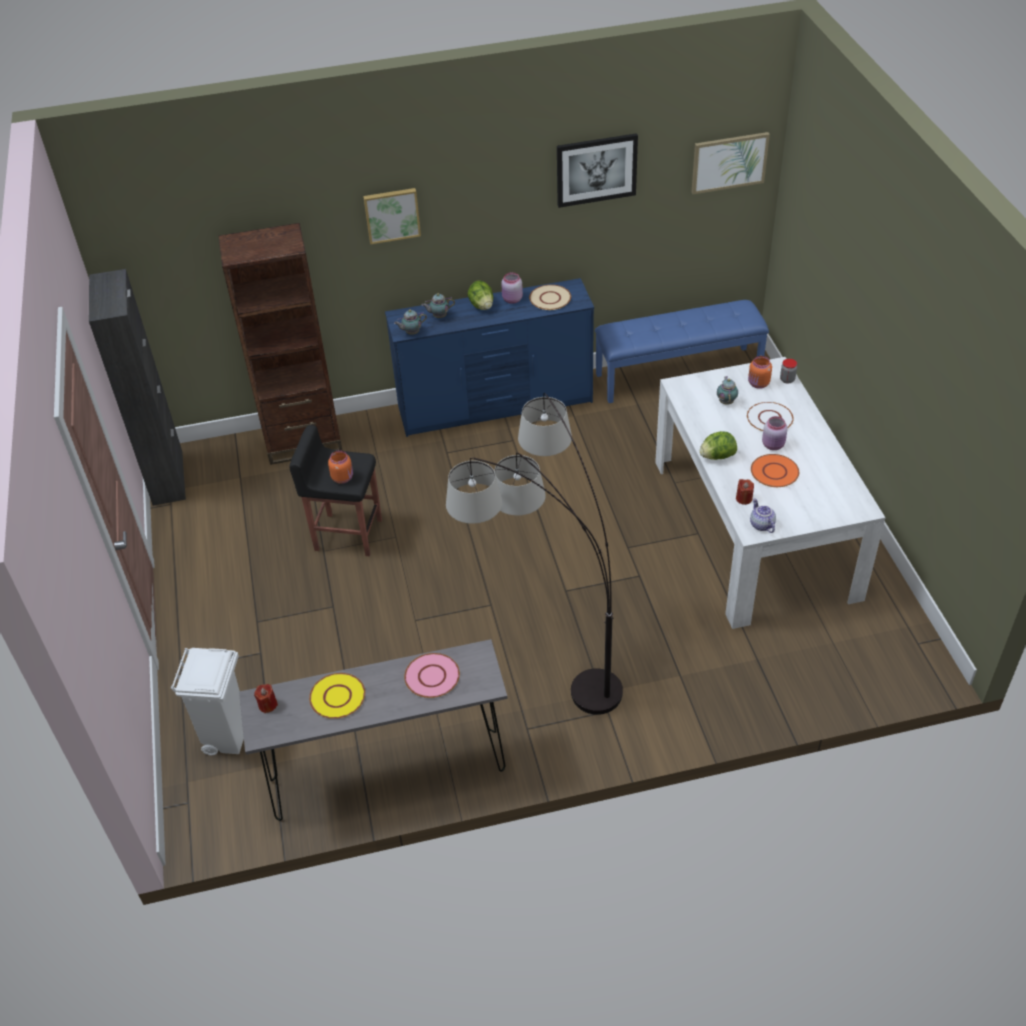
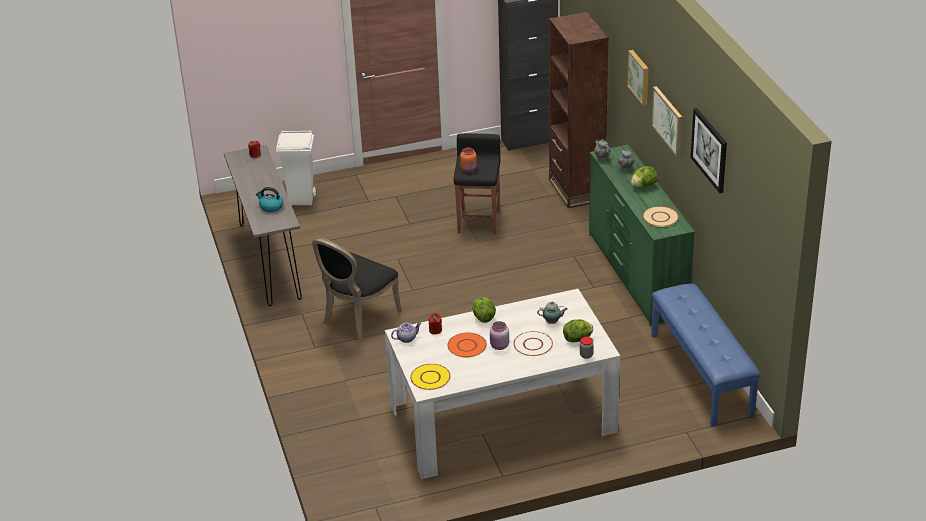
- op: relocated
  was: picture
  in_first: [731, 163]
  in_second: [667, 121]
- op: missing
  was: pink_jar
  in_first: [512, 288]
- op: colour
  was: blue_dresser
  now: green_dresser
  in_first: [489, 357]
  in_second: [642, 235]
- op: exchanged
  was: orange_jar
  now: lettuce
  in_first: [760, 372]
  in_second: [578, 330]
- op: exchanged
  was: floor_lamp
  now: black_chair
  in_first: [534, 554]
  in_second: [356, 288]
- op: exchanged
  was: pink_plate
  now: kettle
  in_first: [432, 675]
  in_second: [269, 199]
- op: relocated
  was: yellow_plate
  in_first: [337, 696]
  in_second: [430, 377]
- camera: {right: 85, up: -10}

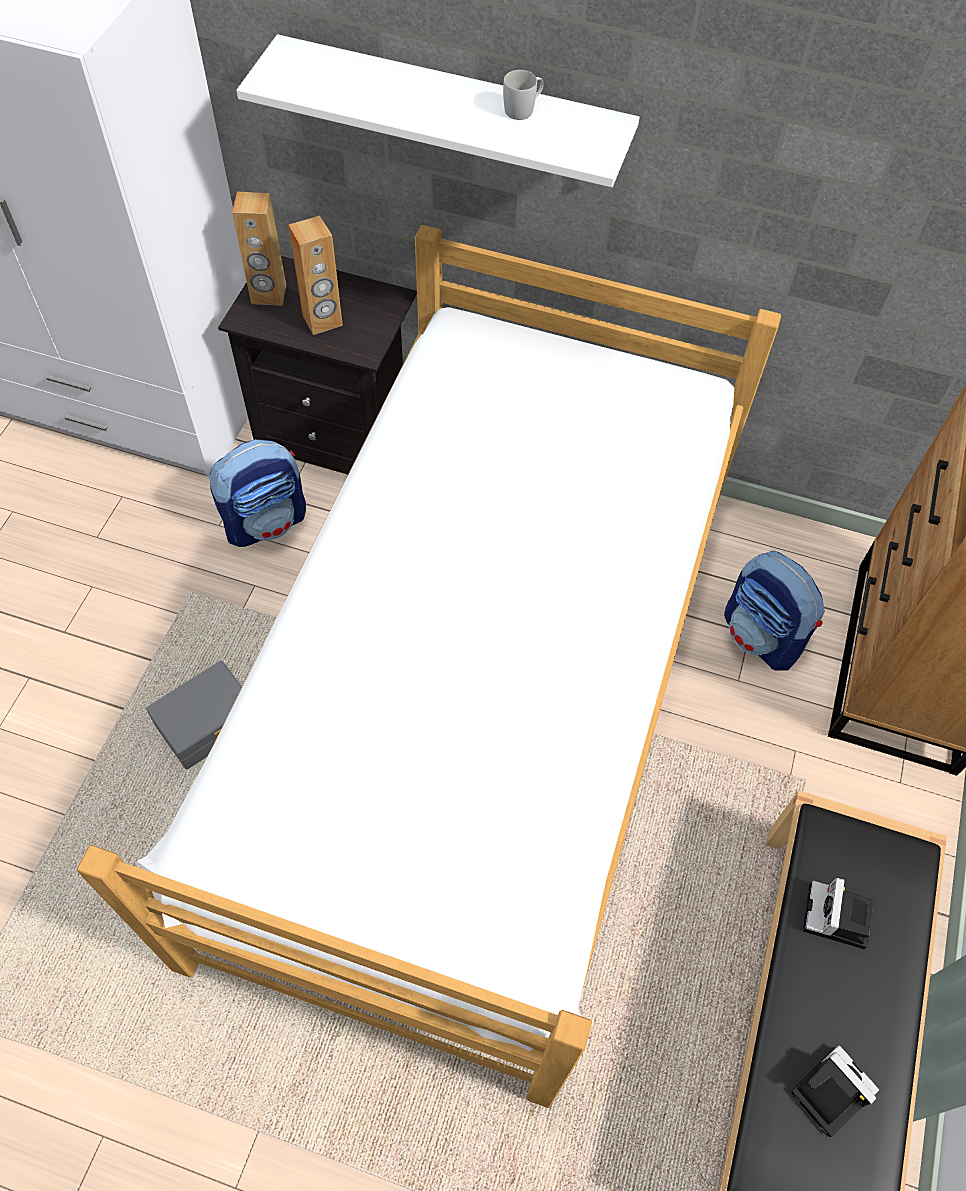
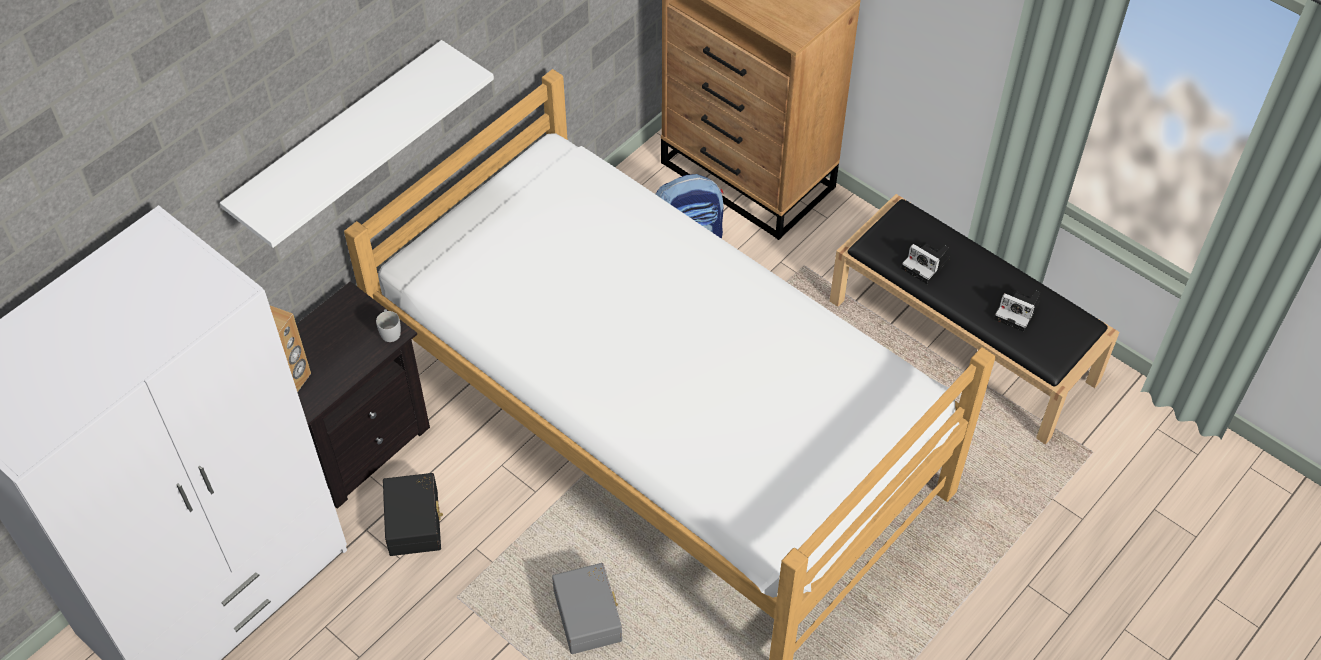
- op: relocated
  was: white_mug
  in_first: [523, 95]
  in_second: [388, 325]
- op: missing
  was: brown_speaker
  in_first: [315, 275]
- op: exchanged
  was: backpack
  now: black_storage_box
  in_first: [258, 493]
  in_second: [413, 514]
- op: spun
  was: photo_camera
  in_first: [834, 1091]
  in_second: [1017, 310]
  clockwise: -135
- camera: {right: -65, up: -5}

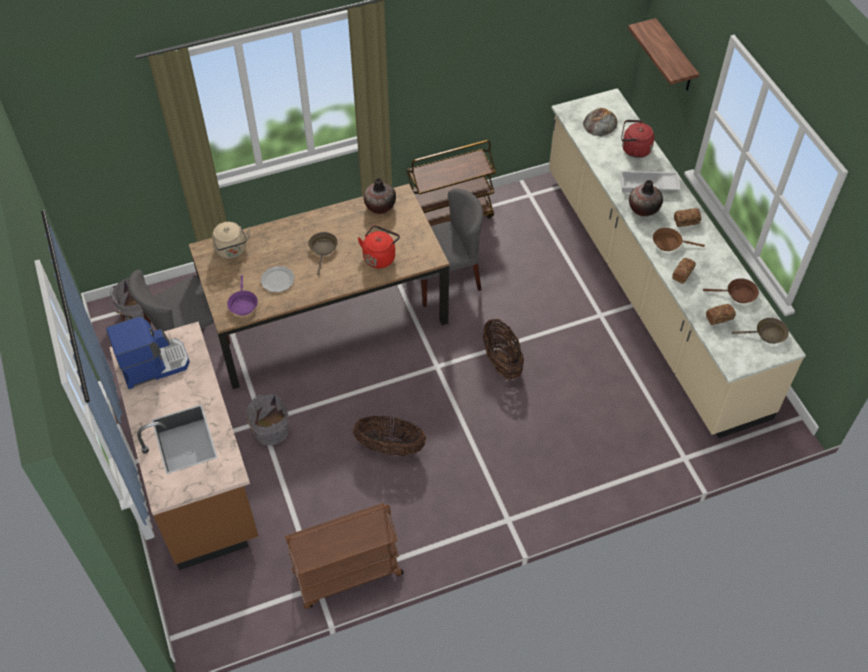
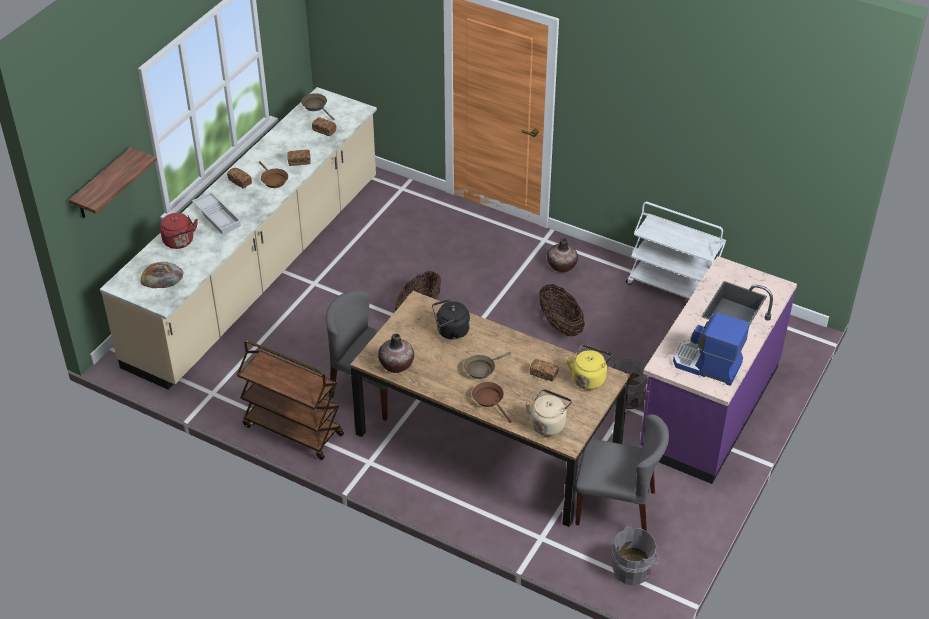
- op: relocated
  was: vase
  in_first: [646, 198]
  in_second: [562, 255]
- op: colour
  was: red_kettle
  now: black_kettle
  in_first: [379, 246]
  in_second: [451, 319]
- op: exchanged
  was: plate
  now: bread
  in_first: [278, 279]
  in_second: [544, 370]
- op: exchanged
  was: purple_frying_pan
  now: yellow_kettle
  in_first: [242, 295]
  in_second: [589, 367]
- op: relocated
  was: brown_frying_pan
  in_first: [731, 290]
  in_second: [492, 402]
- op: colour
  was: brown_counter
  now: purple_counter
  in_first: [183, 446]
  in_second: [718, 370]
- op: colour
  was: brown_cart
  now: white_cart
  in_first: [344, 556]
  in_second: [676, 250]
- camera: {right: -130, up: -10}

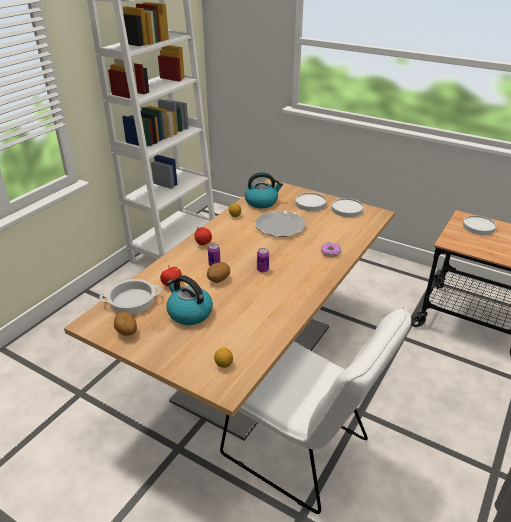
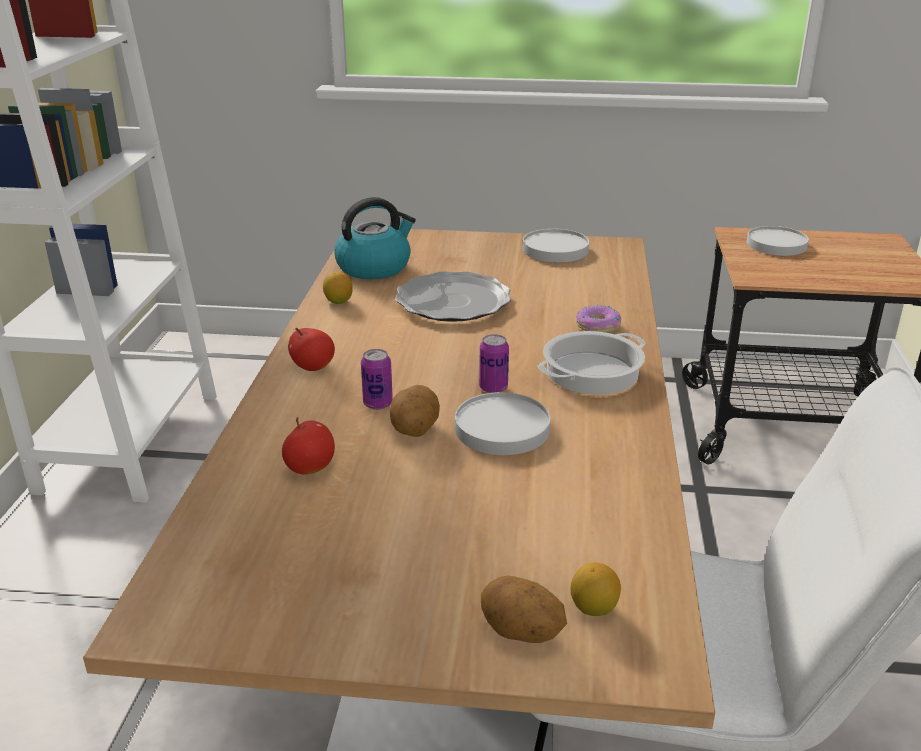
- op: relocated
  was: white_plate
  in_first: [310, 202]
  in_second: [502, 423]
- op: missing
  was: kettle
  in_first: [189, 300]
- op: relocated
  was: cooking_pot
  in_first: [130, 296]
  in_second: [592, 363]
- op: relocated
  was: potato
  in_first: [125, 324]
  in_second: [524, 609]
- camera: {right: -25, up: -5}

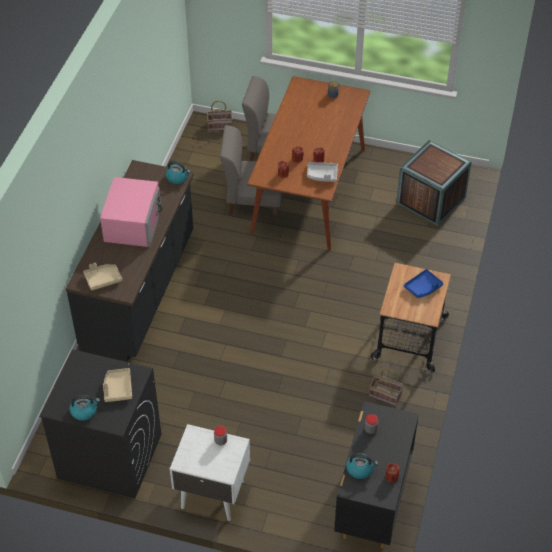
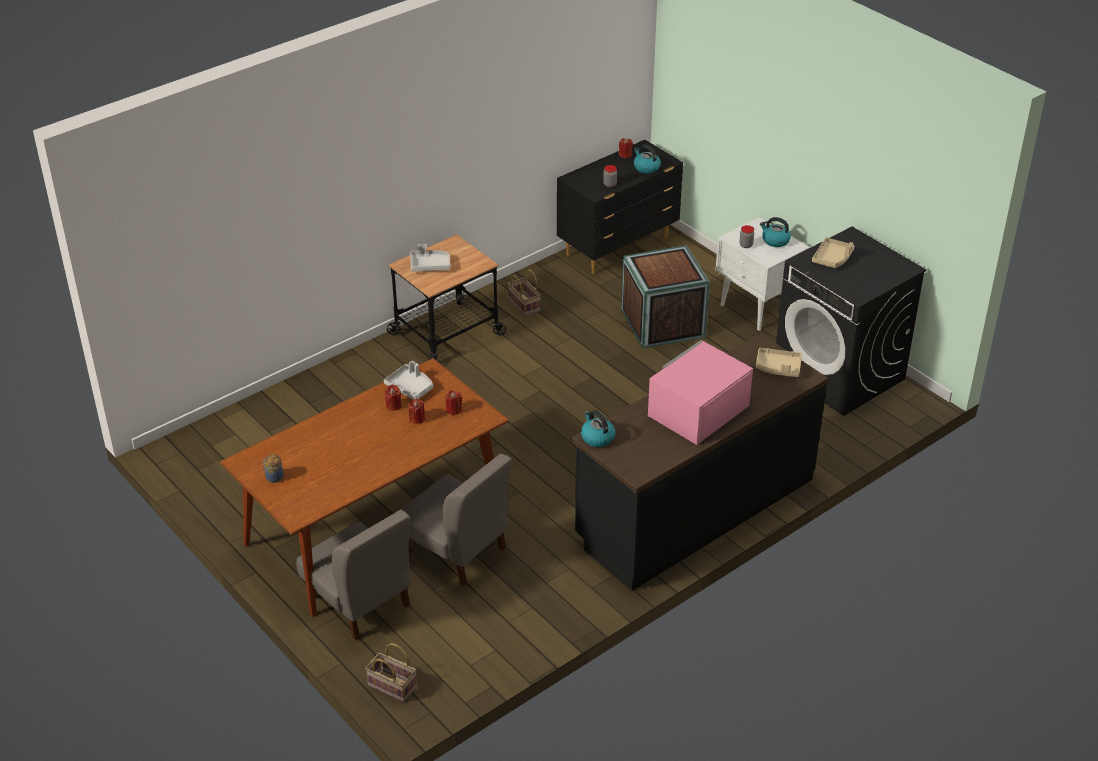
- op: relocated
  was: crate
  in_first: [434, 183]
  in_second: [665, 297]
- op: colour
  was: blue_tray
  now: grey_tray
  in_first: [423, 283]
  in_second: [430, 258]
- op: relocated
  was: kettle
  in_first: [85, 408]
  in_second: [775, 232]
- camera: {right: -145, up: -10}

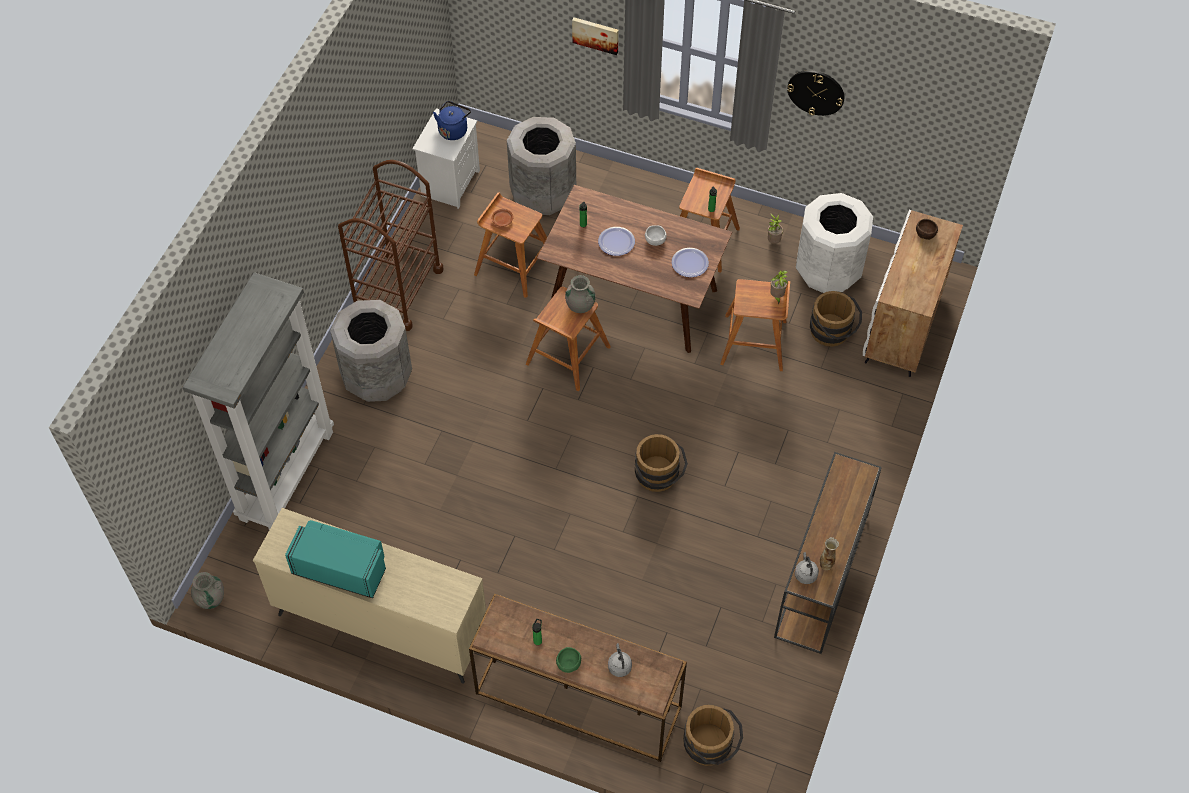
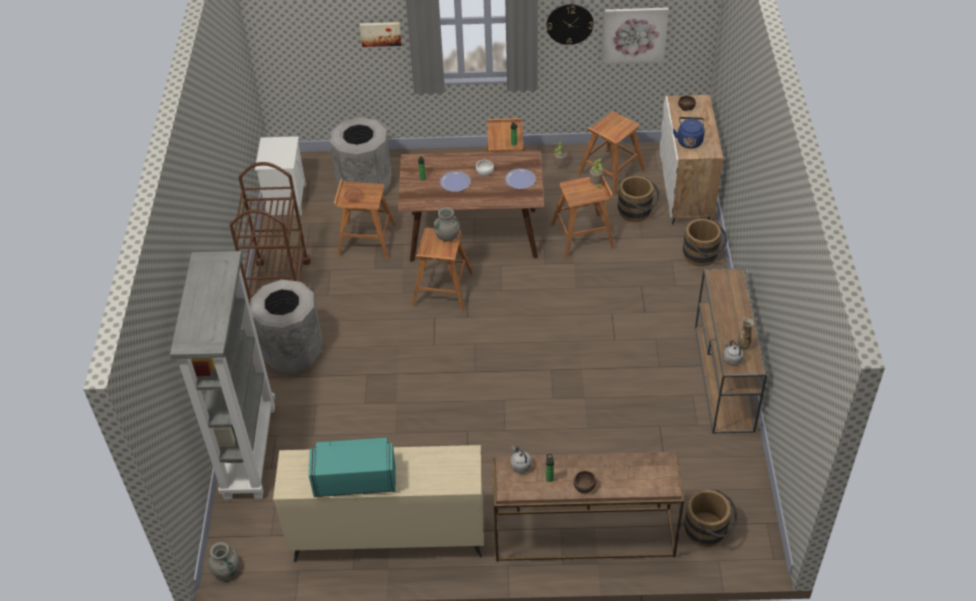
- op: relocated
  was: blue_kettle
  in_first: [452, 120]
  in_second: [688, 133]
- op: exchanged
  was: white_trash_can
  now: brown_stool
  in_first: [834, 243]
  in_second: [611, 153]
- op: relocated
  was: brown_bucket
  in_first: [661, 463]
  in_second: [705, 243]
- op: relocated
  was: grey_kettle
  in_first: [620, 660]
  in_second: [521, 459]
- op: colour
  was: green_bowl
  now: brown_bowl
  in_first: [568, 660]
  in_second: [585, 482]
- op: appeared
  now: picture
  in_second: [636, 35]
- camera: {right: -20, up: -10}

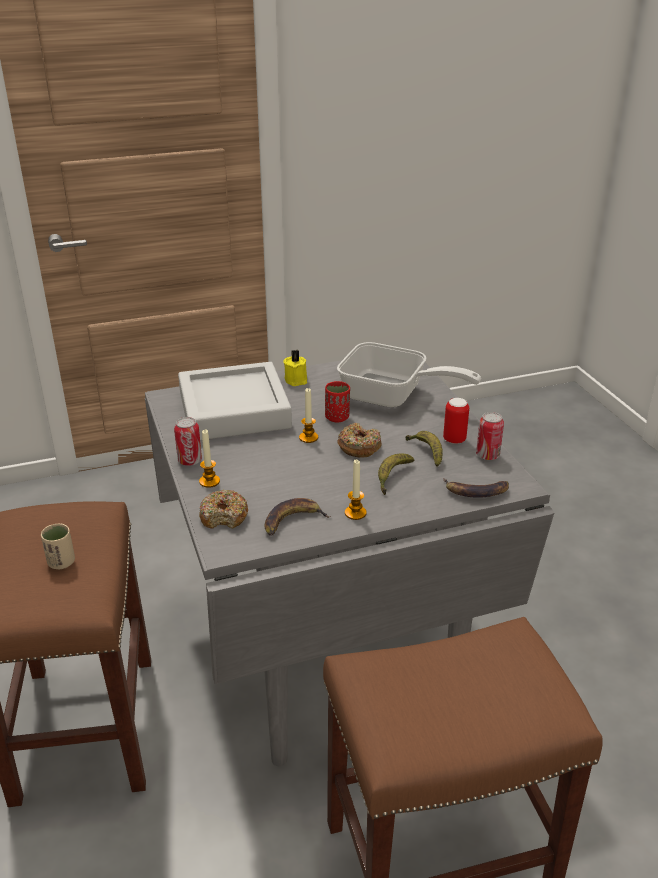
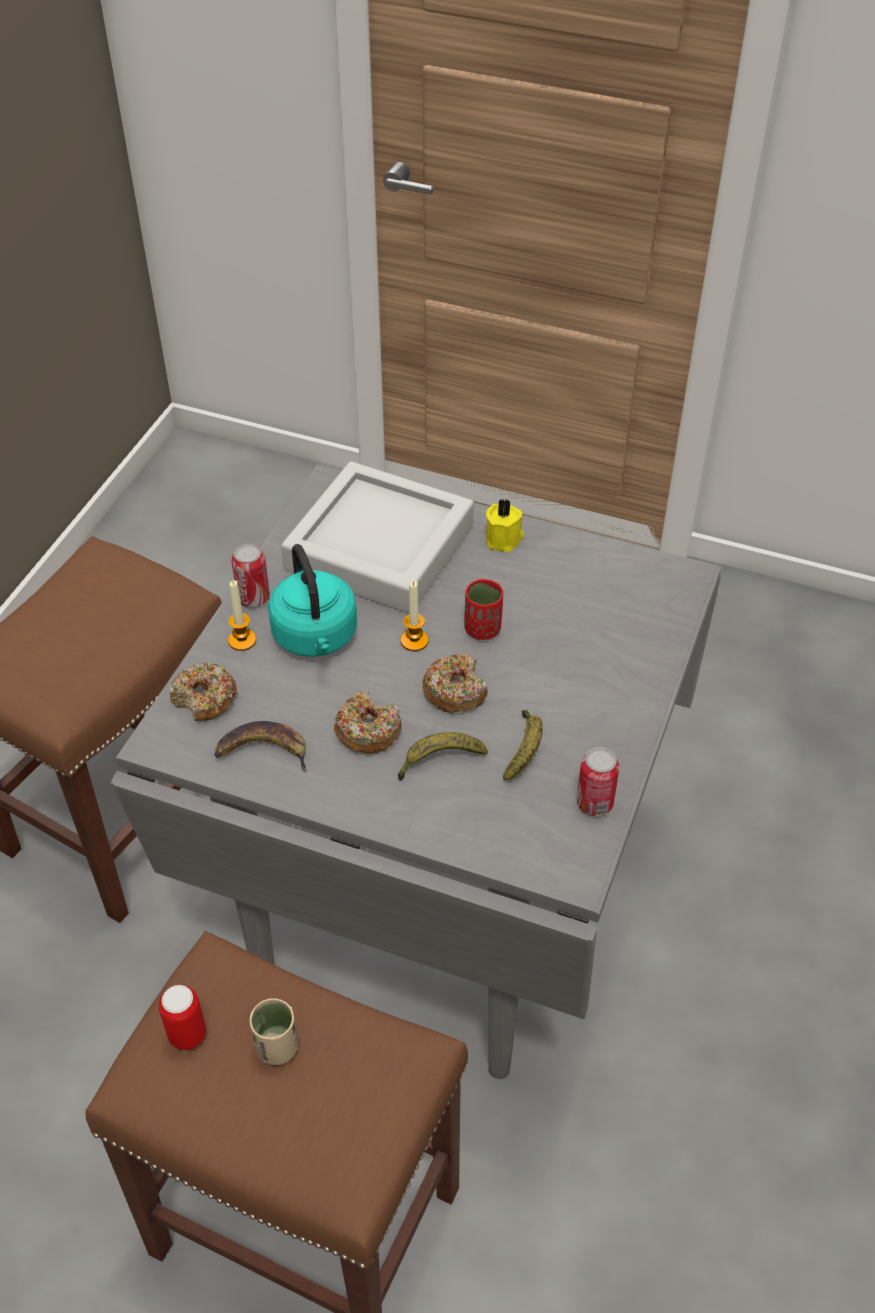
- op: missing
  was: frying_pan
  in_first: [409, 375]
- op: relocated
  was: can
  in_first: [456, 421]
  in_second: [182, 1017]
- op: missing
  was: candle
  in_first: [356, 490]
- op: missing
  was: banana
  in_first: [476, 488]
- op: relocated
  was: beige_cup
  in_first: [58, 546]
  in_second: [274, 1031]
- op: appeared
  now: turquoise_kettle
  in_second: [312, 600]
- op: appeared
  now: donut
  in_second: [368, 722]
- camera: {right: 40, up: 15}

